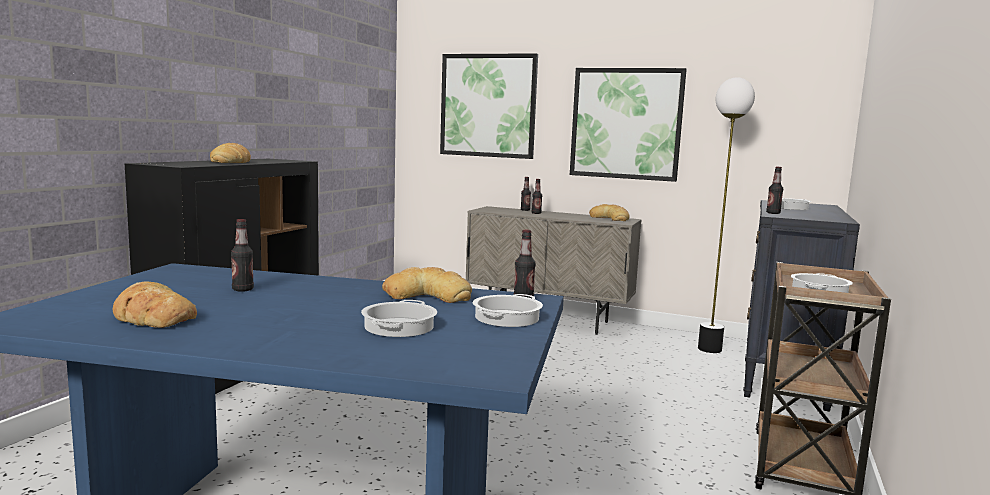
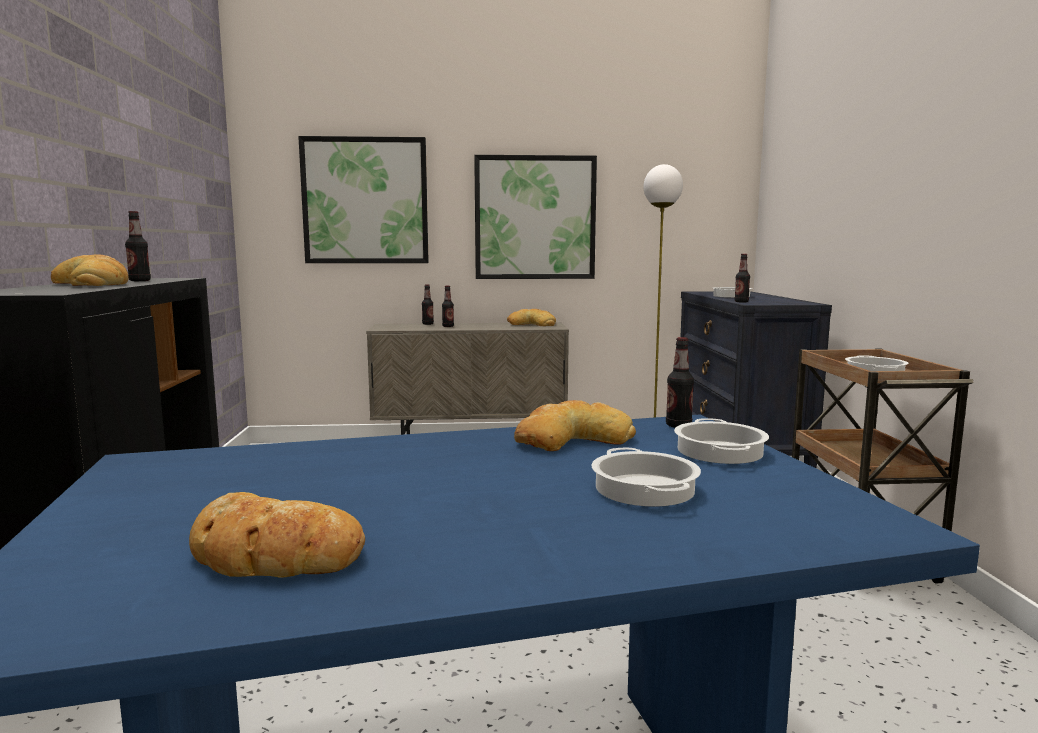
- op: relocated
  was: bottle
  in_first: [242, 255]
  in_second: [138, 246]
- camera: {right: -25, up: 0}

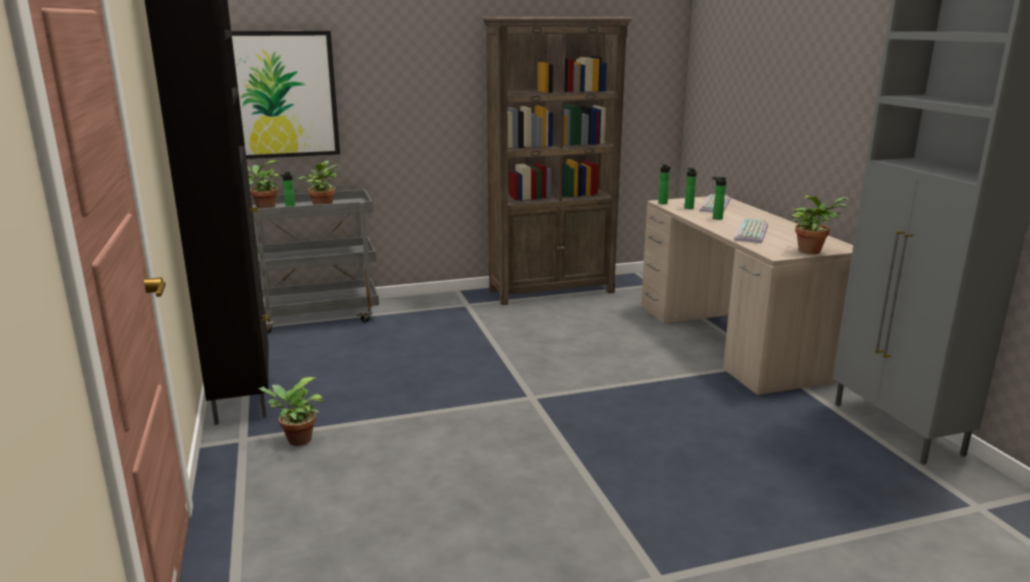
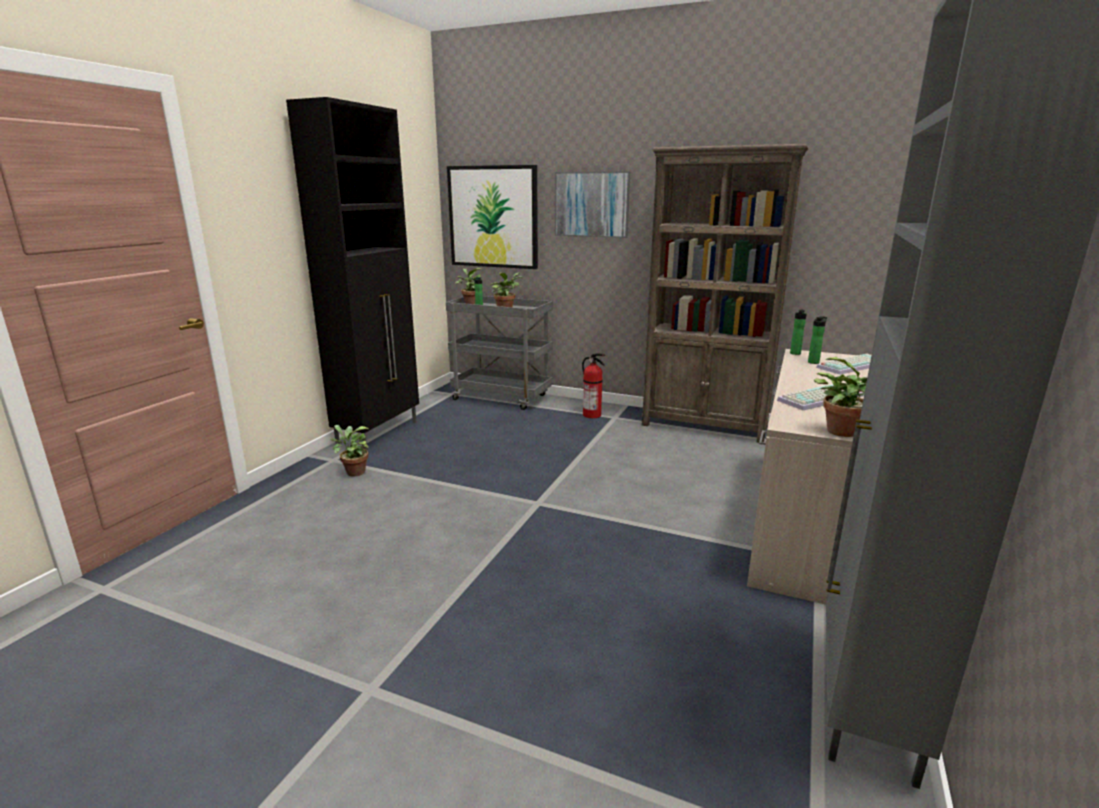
- op: missing
  was: bottle
  in_first: [719, 198]
- op: appeared
  now: picture
  in_second: [592, 205]
- op: appeared
  now: fire_extinguisher
  in_second: [593, 385]
- camera: {right: 40, up: 0}

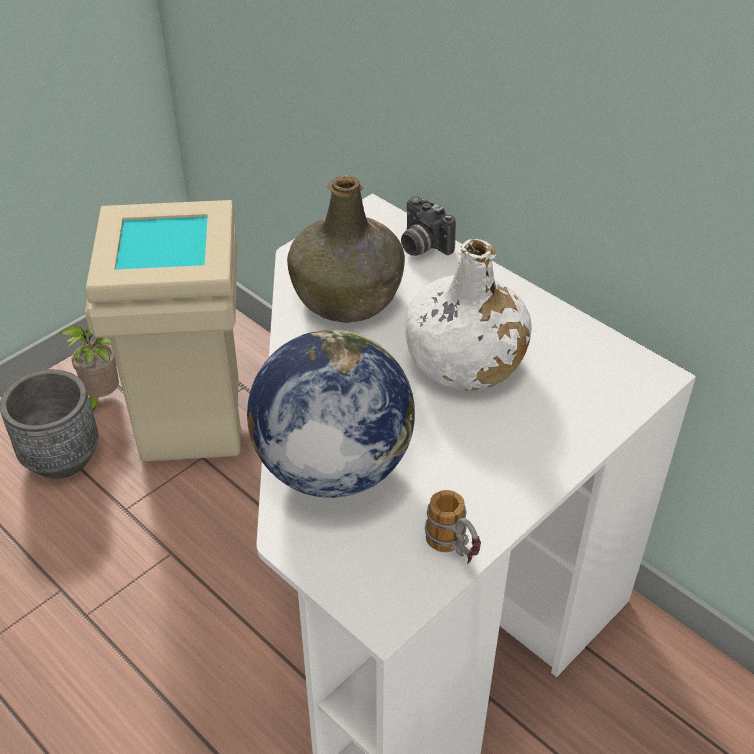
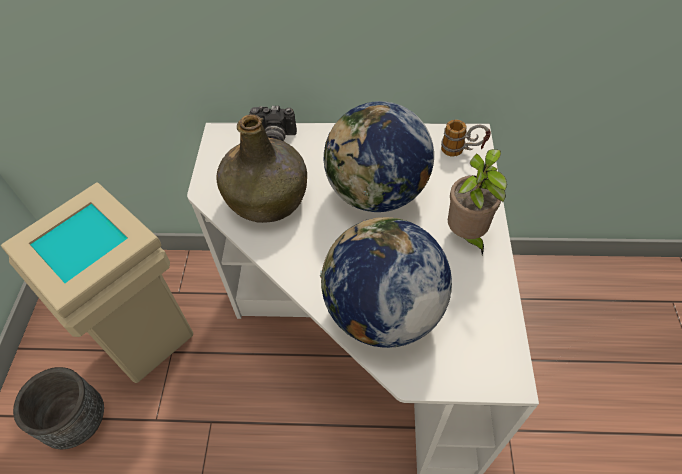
- op: exchanged
  was: white_bottle
  now: globe
  in_first: [469, 315]
  in_second: [379, 156]
- op: relocated
  was: potted_plant
  in_first: [89, 368]
  in_second: [477, 202]
- op: relocated
  was: mug
  in_first: [453, 527]
  in_second: [466, 138]
- camera: {right: -40, up: 10}

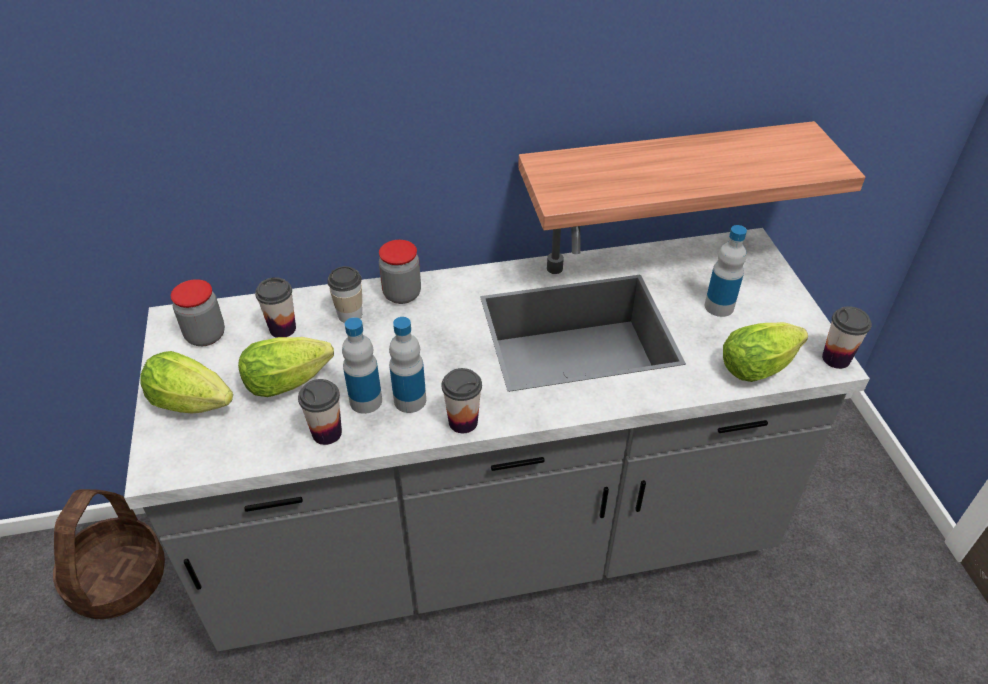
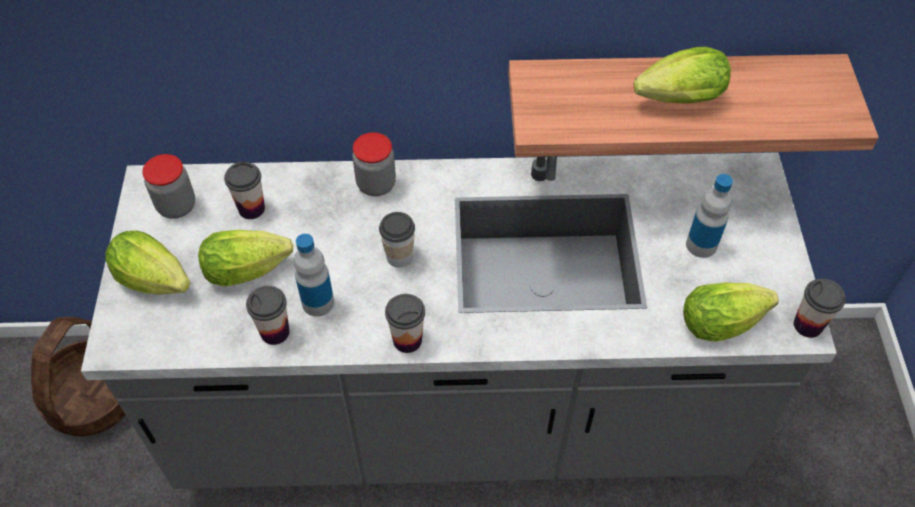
- op: relocated
  was: cup
  in_first: [344, 294]
  in_second: [397, 240]
- op: missing
  was: bottle
  in_first: [407, 365]
- op: appeared
  now: lettuce
  in_second: [682, 75]
- camera: {right: 10, up: 10}

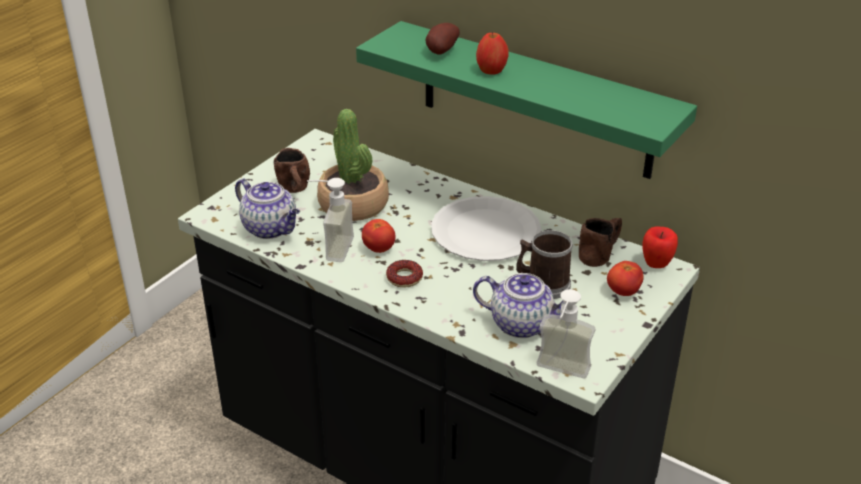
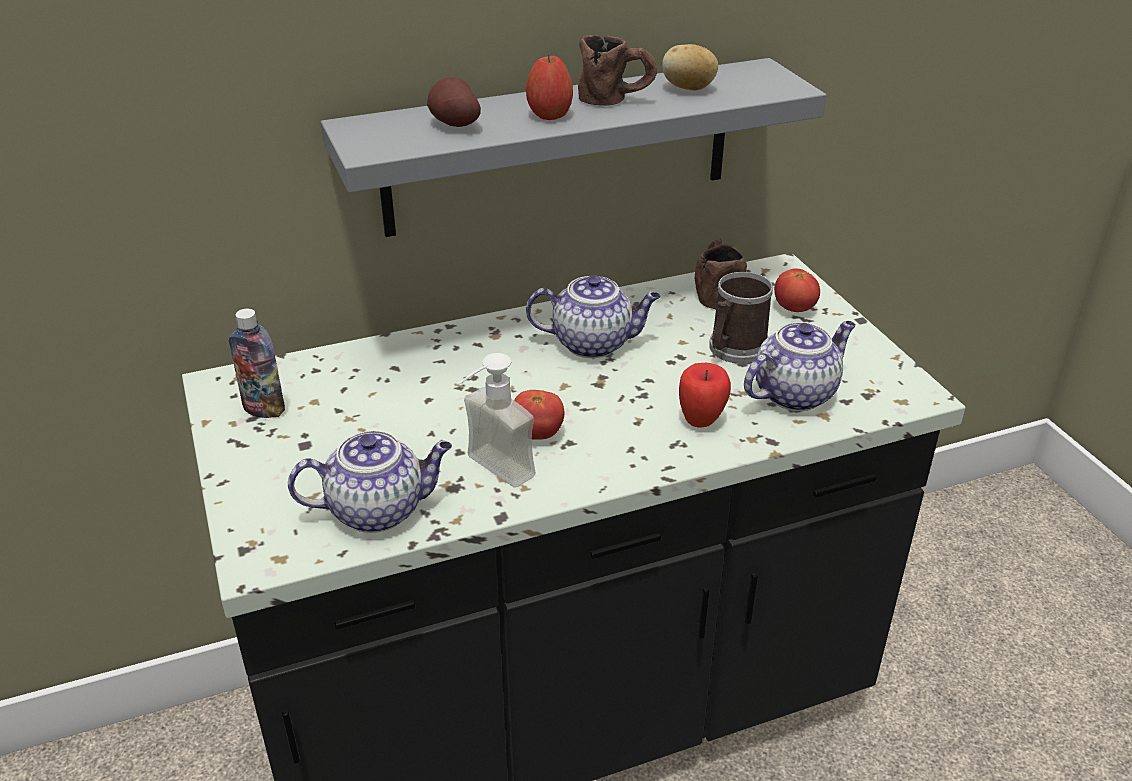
- op: colour
  was: green_shelf
  now: grey_shelf
  in_first: [526, 100]
  in_second: [573, 147]
- op: missing
  was: potted_plant
  in_first: [353, 165]
- op: relocated
  was: brown_mug
  in_first: [292, 170]
  in_second: [617, 70]
- op: exchanged
  was: white_plate
  now: teapot
  in_first: [486, 228]
  in_second: [593, 316]
- op: relocated
  was: apple
  in_first: [660, 247]
  in_second: [705, 395]
- op: missing
  was: donut
  in_first: [404, 273]
- op: missing
  was: soap_dispenser
  in_first: [566, 334]
- op: appeared
  now: potato
  in_second: [690, 67]
- op: appeared
  now: bottle
  in_second: [257, 363]
- camera: {right: -55, up: 0}

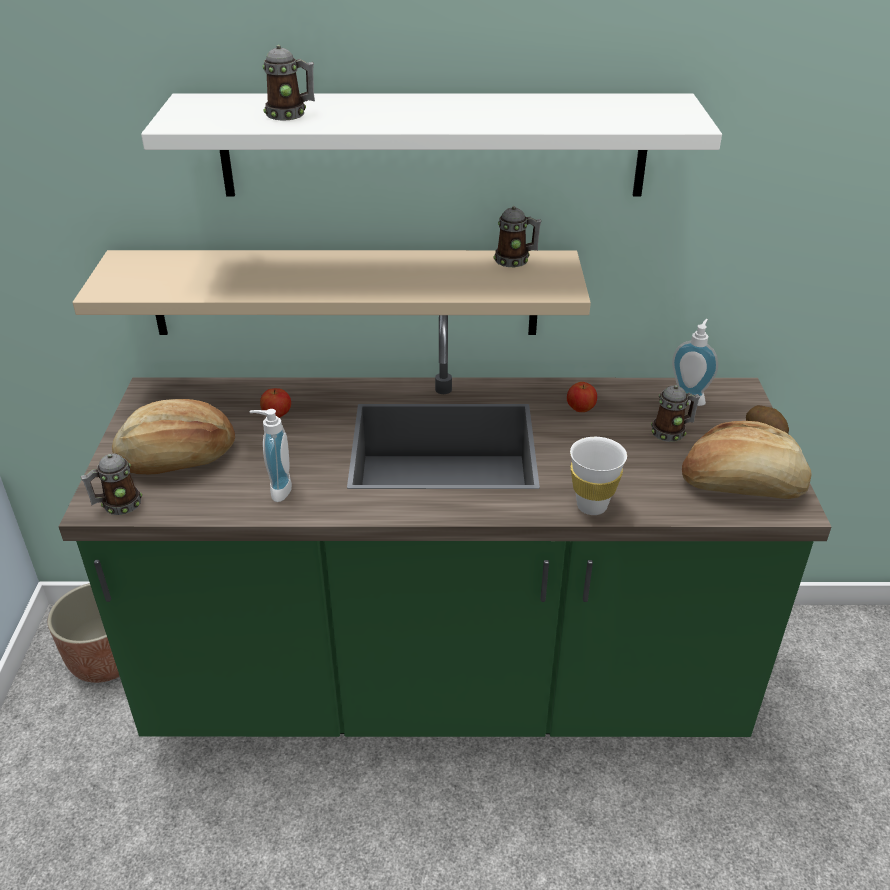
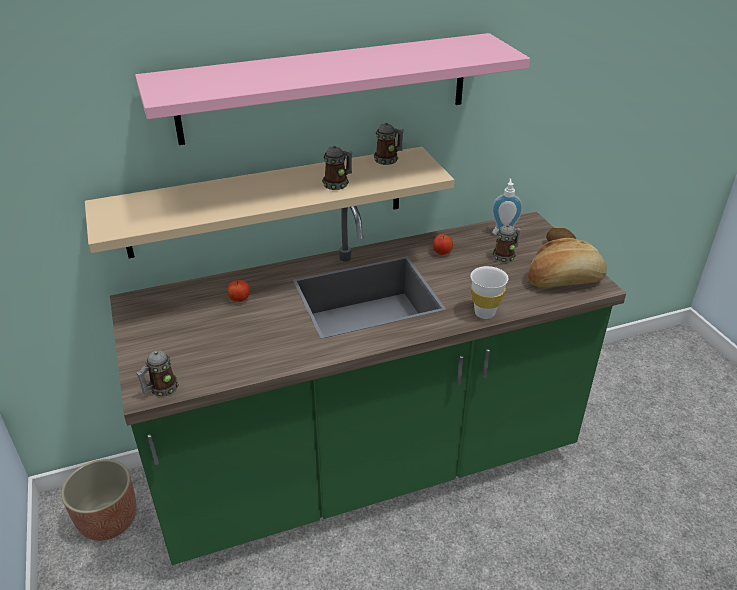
- op: relocated
  was: mug
  in_first: [288, 83]
  in_second: [337, 167]
- op: colour
  was: white_shelf
  now: pink_shelf
  in_first: [431, 145]
  in_second: [332, 89]
- op: missing
  was: bread
  in_first: [173, 436]
- op: missing
  was: soap_dispenser
  in_first: [271, 455]
- camera: {right: -20, up: 0}

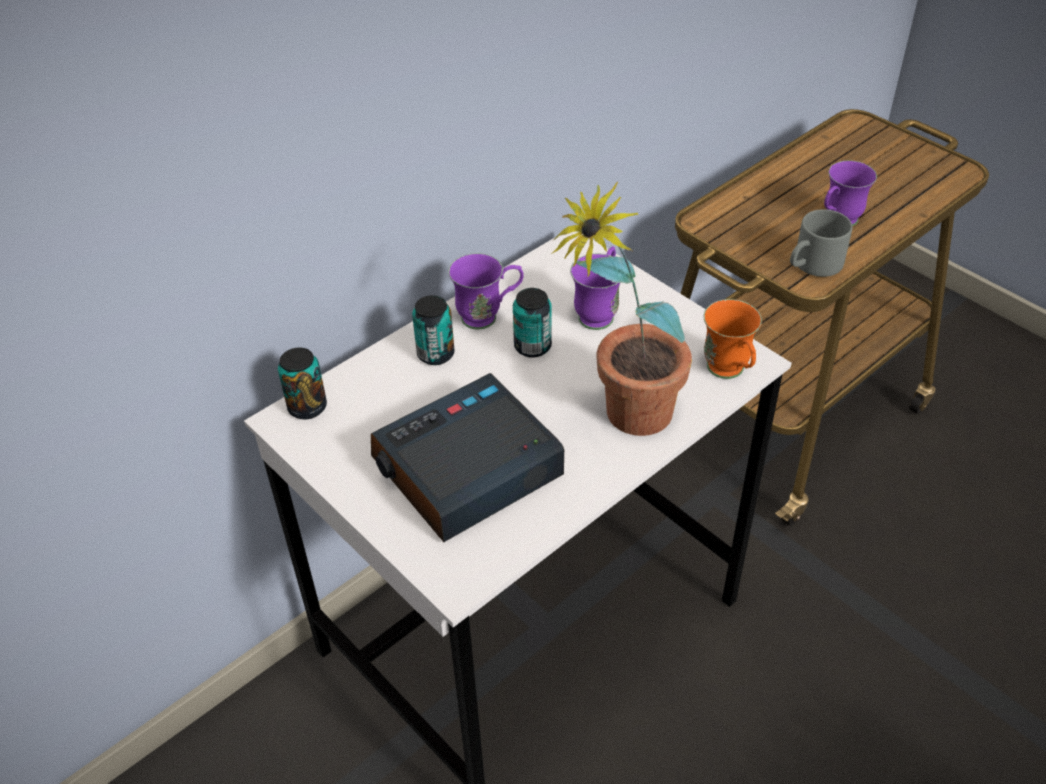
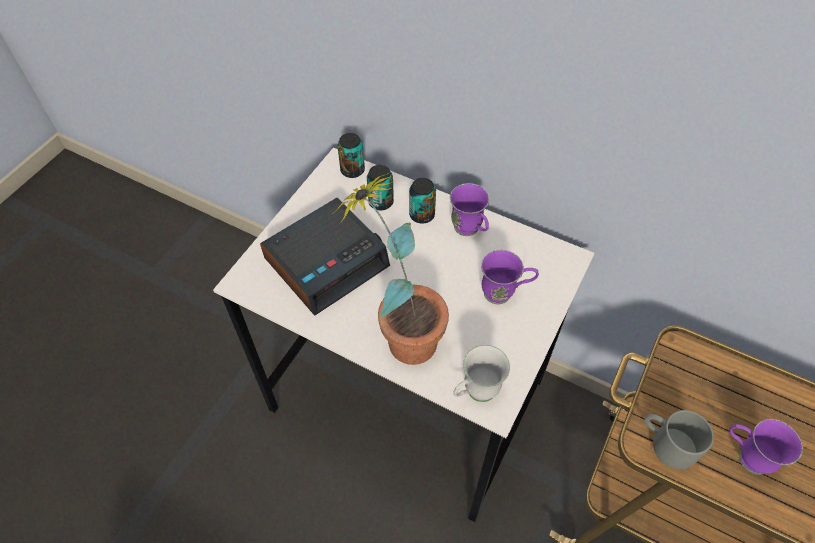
- op: relocated
  was: can
  in_first: [532, 323]
  in_second: [380, 187]
- op: colour
  was: orange_mug
  now: white_mug
  in_first: [732, 339]
  in_second: [482, 373]
- op: spun
  was: alarm_clock
  in_first: [467, 457]
  in_second: [325, 257]
  clockwise: 105
- camera: {right: 70, up: 10}

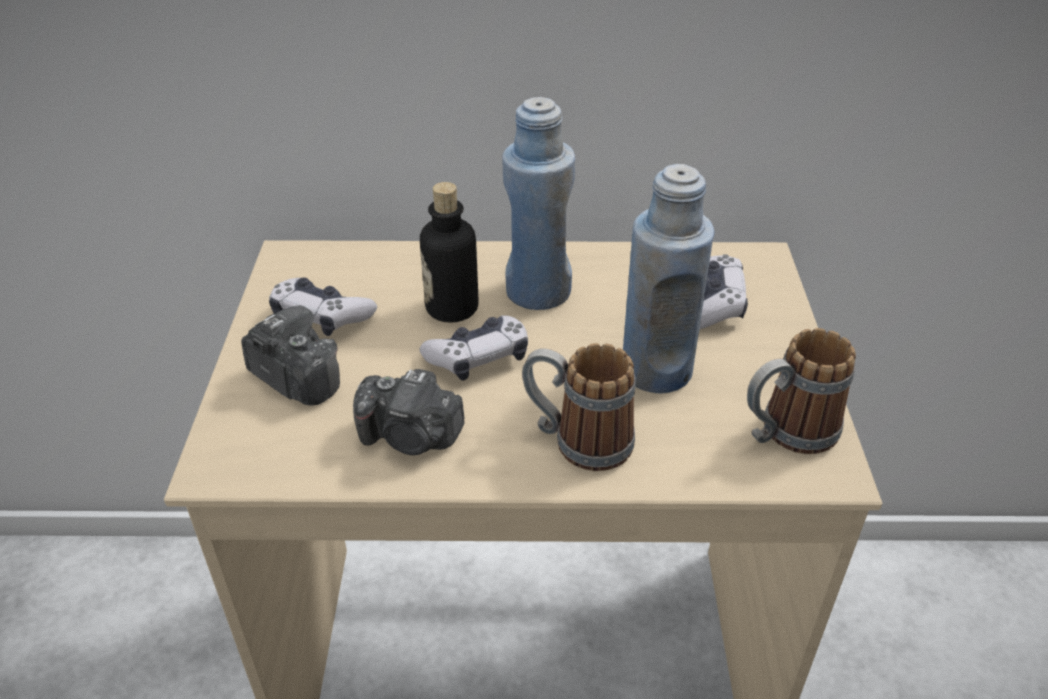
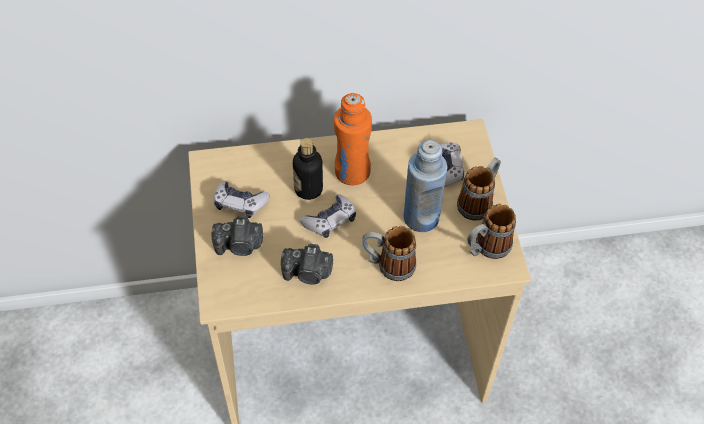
- op: colour
  was: blue_bottle
  now: orange_bottle
  in_first: [538, 203]
  in_second: [353, 139]
- op: spun
  was: photo_camera
  in_first: [290, 355]
  in_second: [237, 236]
  clockwise: 150
- op: appeared
  now: mug
  in_second: [479, 189]
- camera: {right: -10, up: 15}

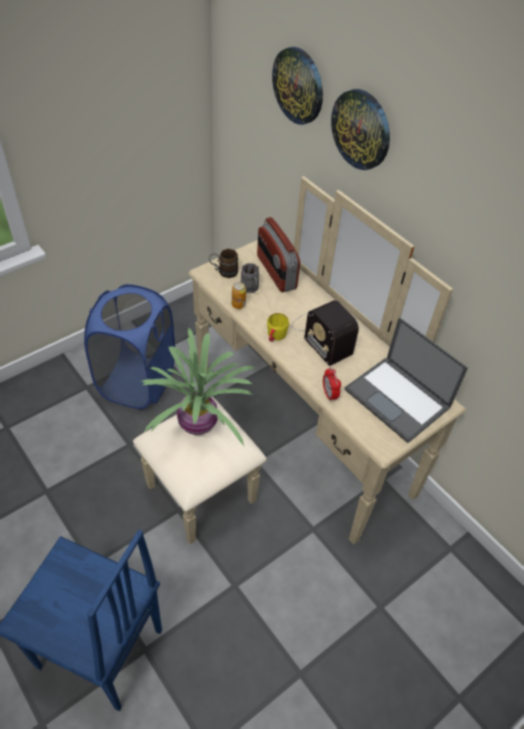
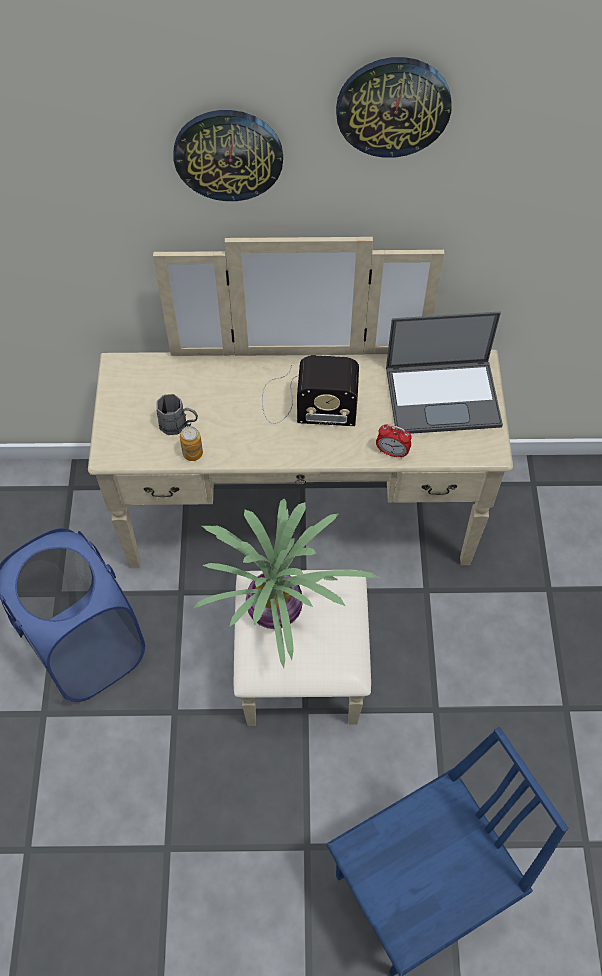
- op: relocated
  was: wall_clock
  in_first: [297, 86]
  in_second: [394, 107]
- op: missing
  was: radio
  in_first: [278, 254]
- op: missing
  was: brown_mug
  in_first: [223, 263]
- op: missing
  was: yellow_mug
  in_first: [278, 327]
- camera: {right: -50, up: 10}

